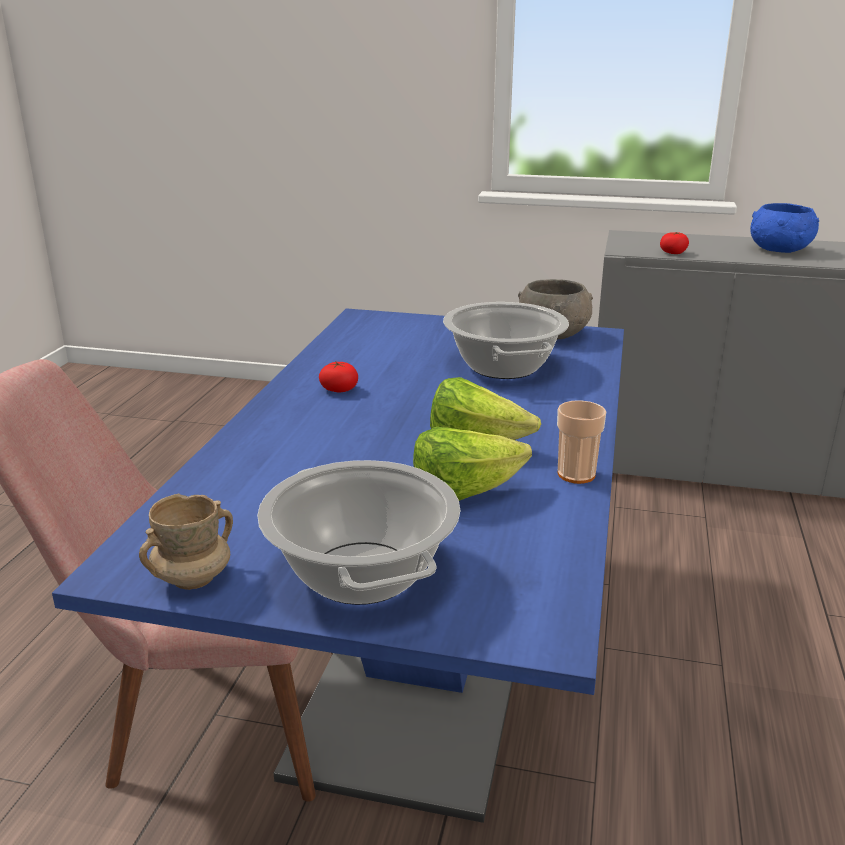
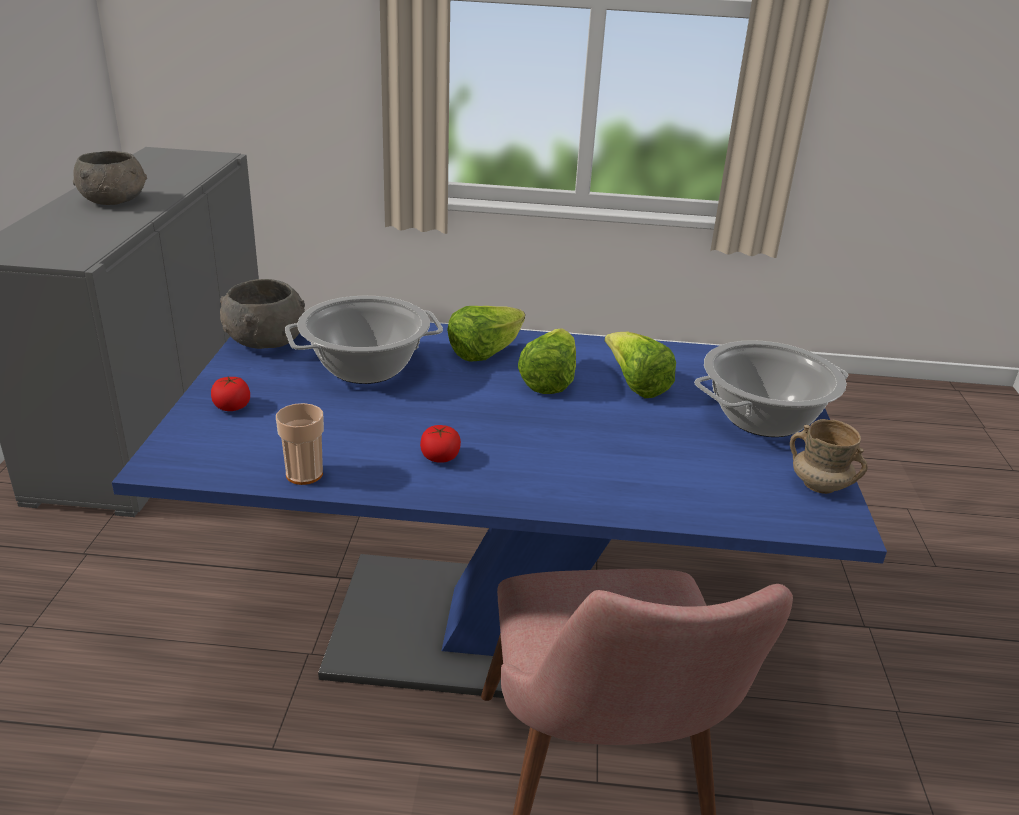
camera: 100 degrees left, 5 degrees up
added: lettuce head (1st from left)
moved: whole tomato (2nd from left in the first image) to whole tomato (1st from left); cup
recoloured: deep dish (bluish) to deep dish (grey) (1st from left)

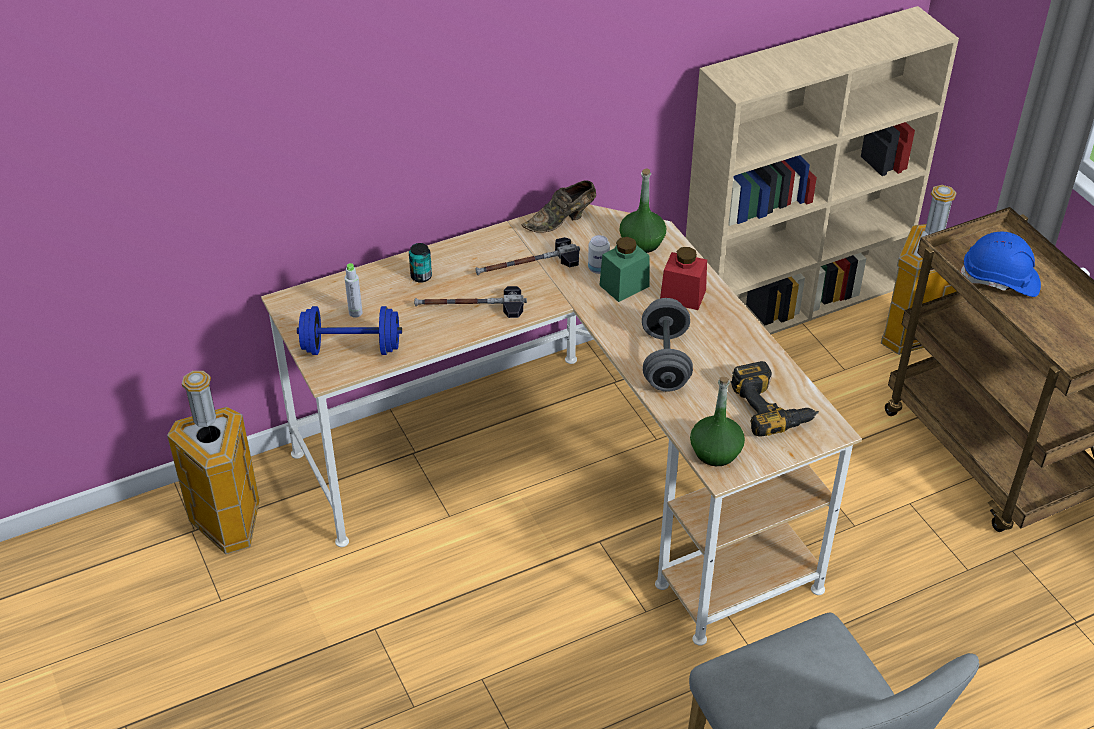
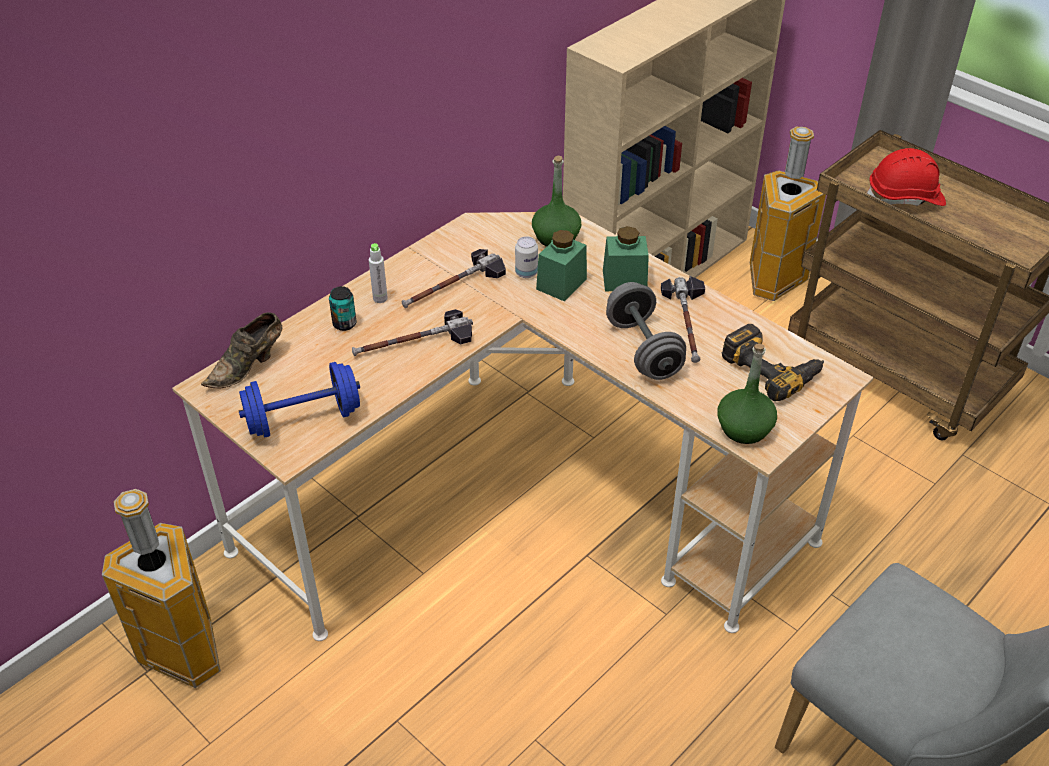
camera: 20 degrees left, 0 degrees up
added: hand hammer (3rd from left)
moved: item of footwear (brownish); drink bottle (grey)
recoloured: safety helmet (bluish) to safety helmet (reddish); storage jar (reddish) to storage jar (greenish) (2nd from left)

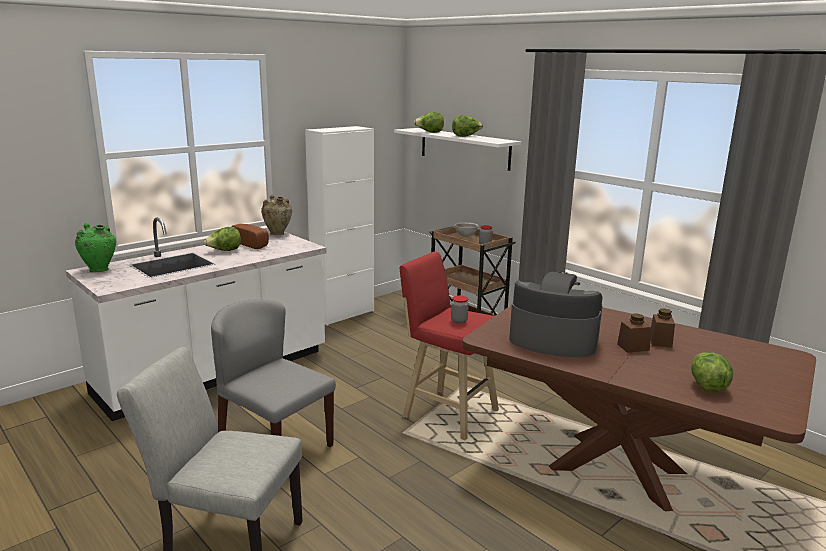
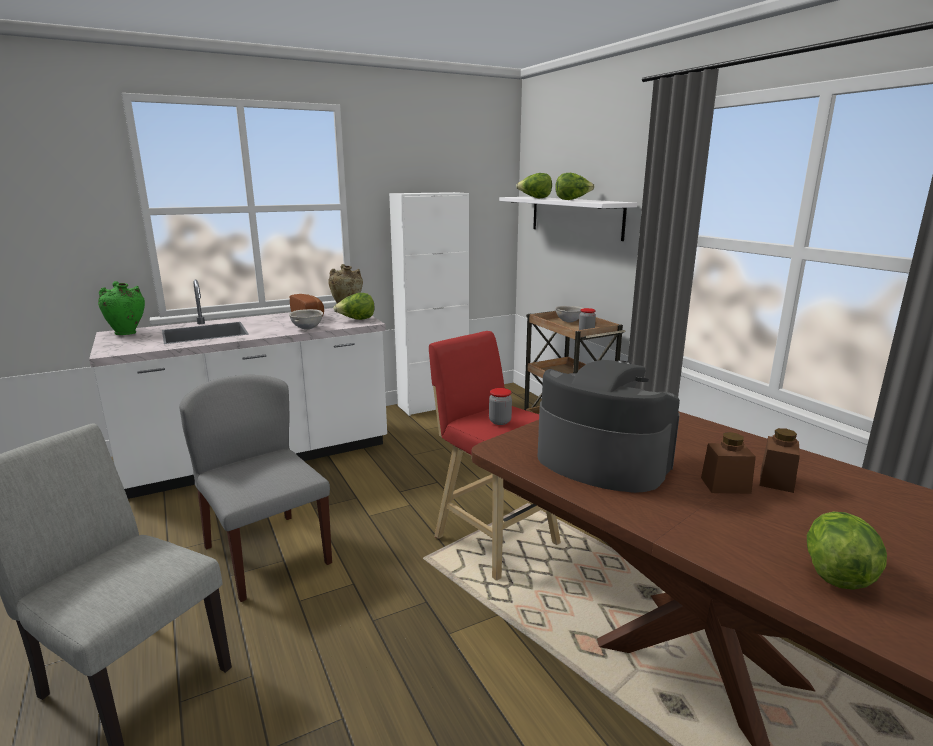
camera: 15 degrees right, 0 degrees up
added: deep dish (grey) (1st from left)
moved: lettuce head (1st from left)

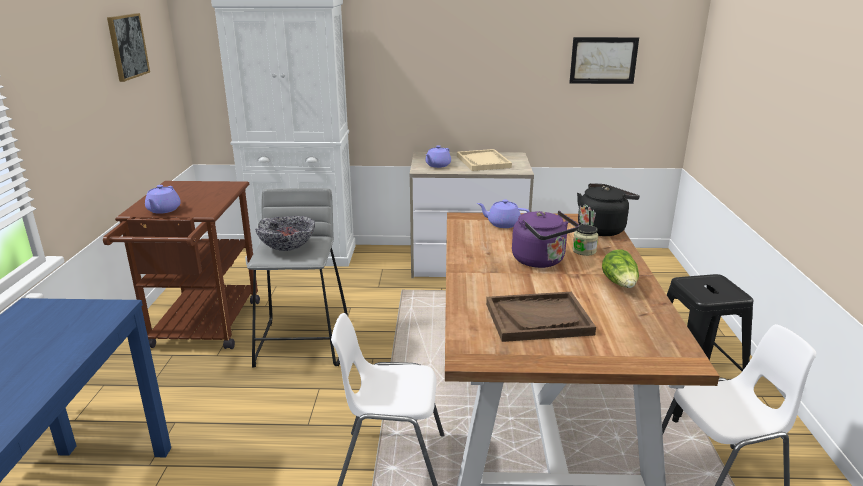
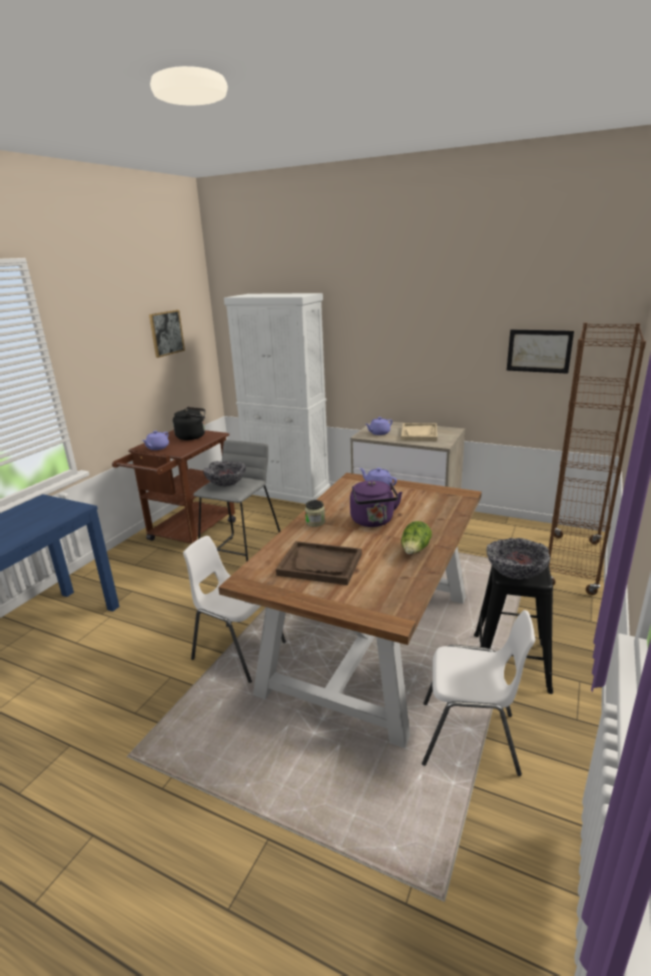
camera: 25 degrees right, 0 degrees up
added: bookcase (brownish); deep dish (2nd from left)
moved: tea kettle (blackish); storage jar

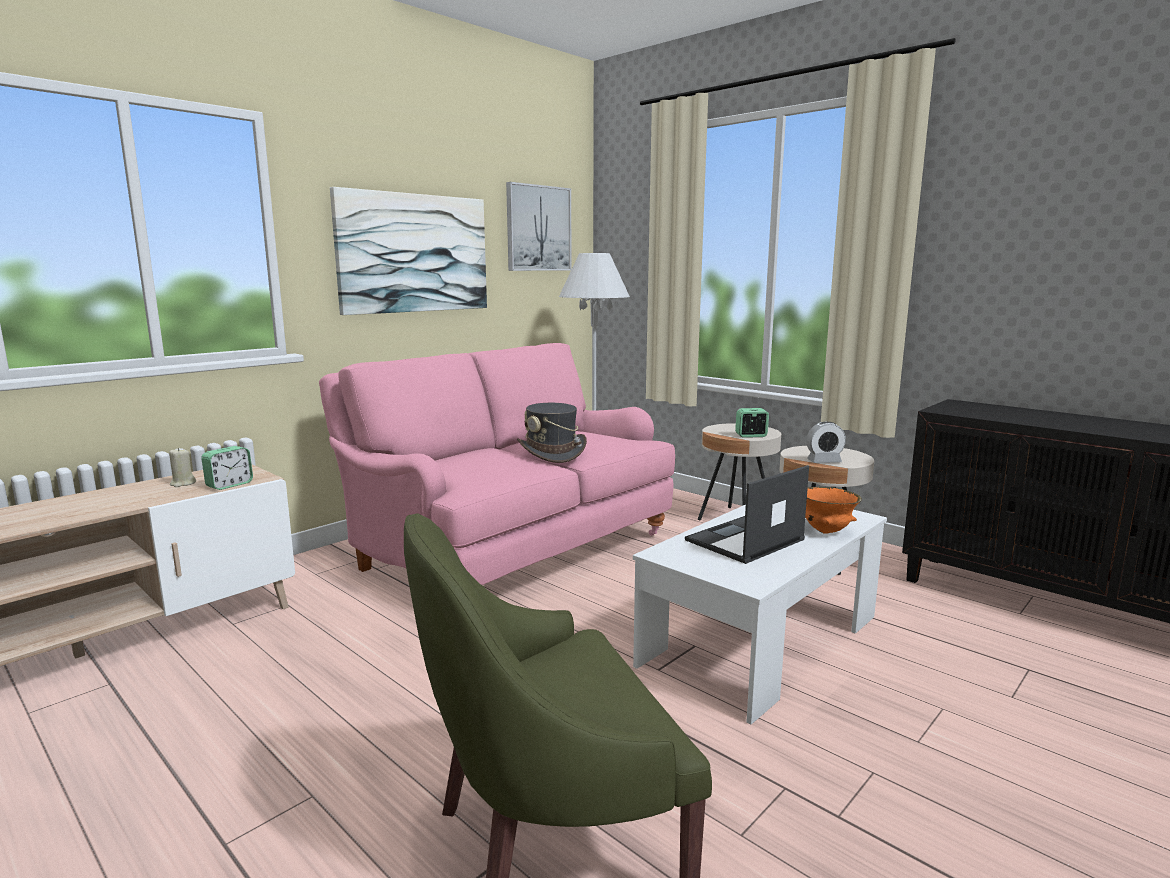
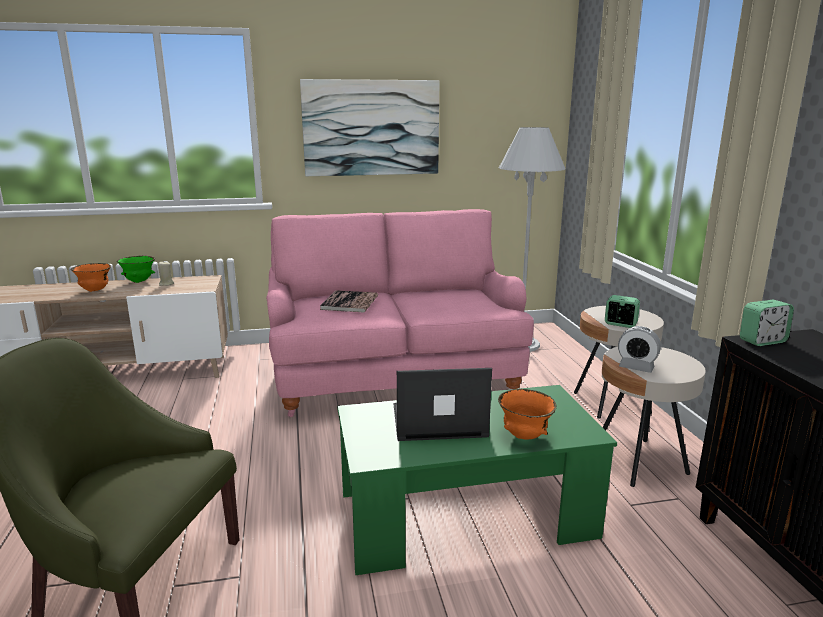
camera: 35 degrees right, 5 degrees up
removed: wall art (2nd from left); wearable hat (grey)
added: deep dish (greenish); deep dish (orange-coloured) (1st from left); bound book
moved: alarm clock (1st from left in the first image) to alarm clock (3rd from left)
recoloured: lounge table (whitish) to lounge table (greenish)

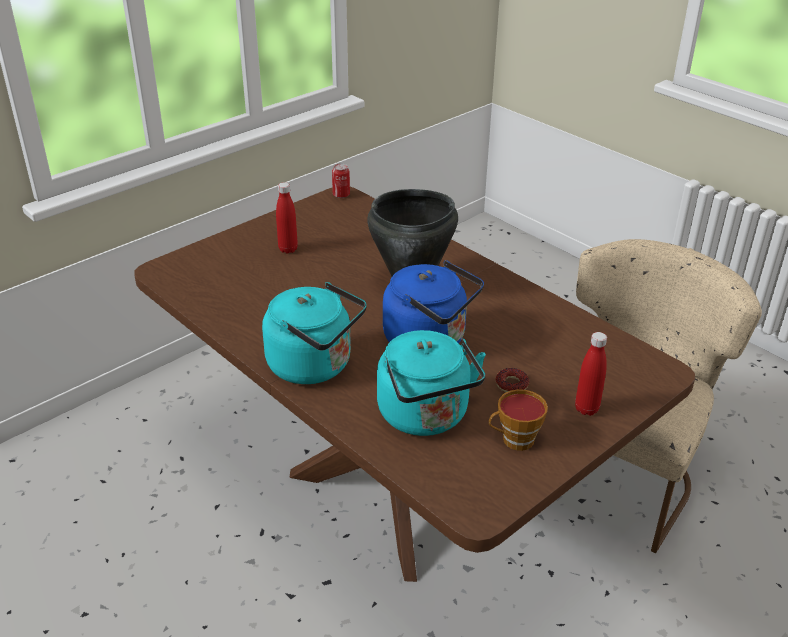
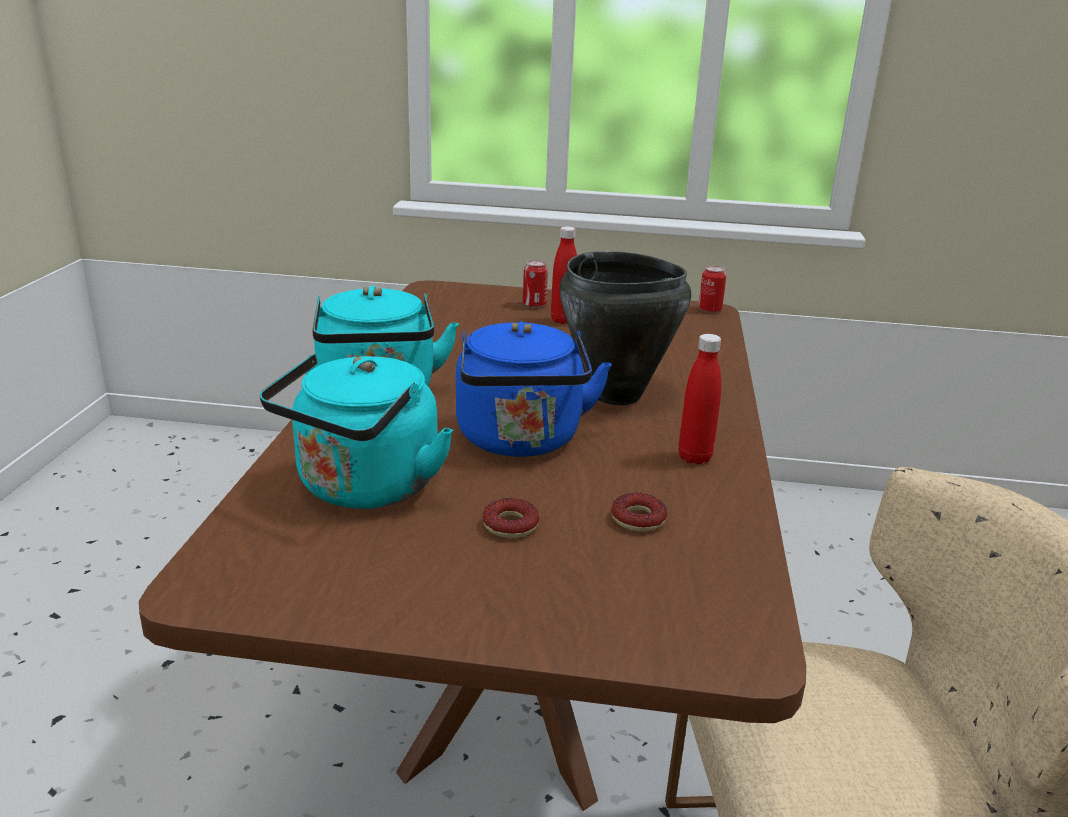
camera: 50 degrees right, 10 degrees down
removed: cup
added: can (1st from left); ring doughnut (2nd from left)
moved: drink bottle (reddish) (2nd from left)

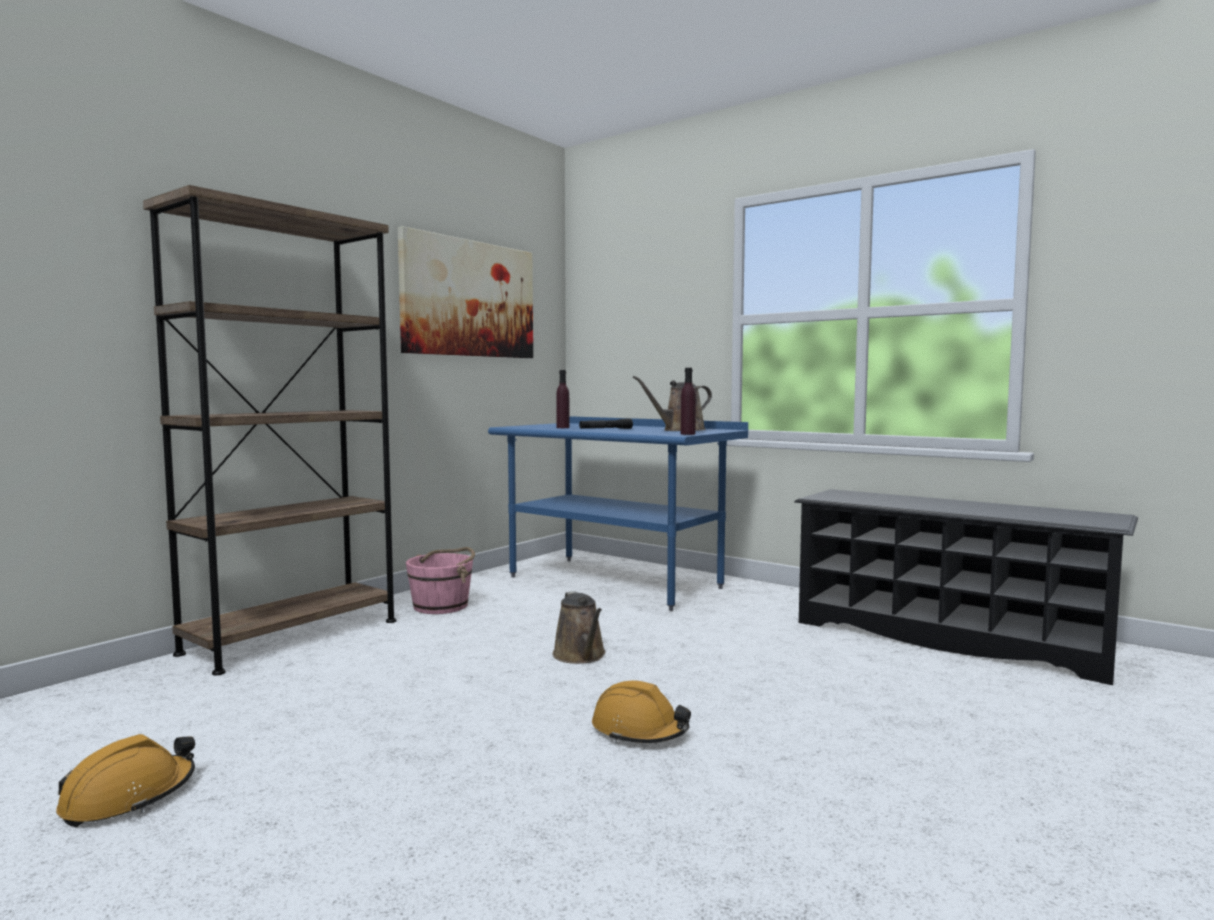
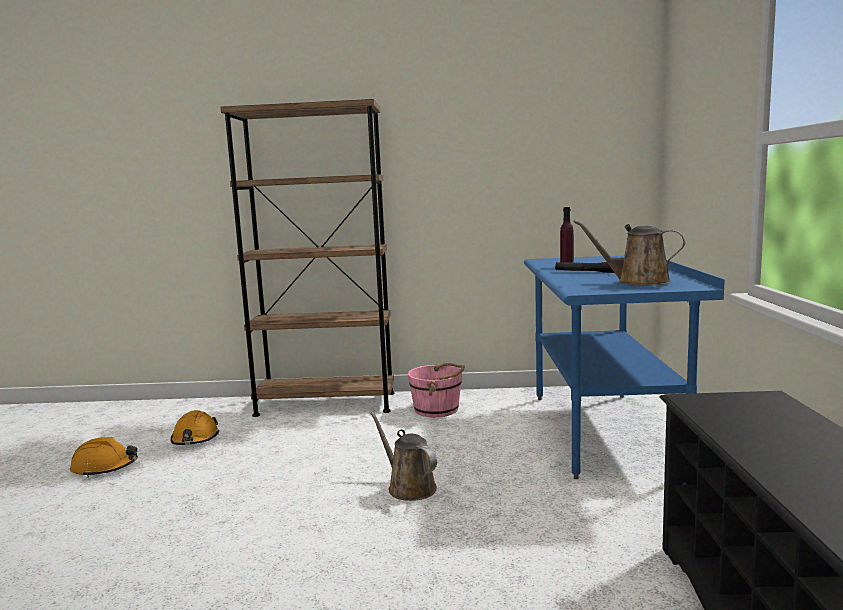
camera: 55 degrees right, 5 degrees up
removed: wall art; drink bottle (purple) (2nd from left)
moved: safety helmet (orange-coloured) (2nd from left)
turned: watering pot (brownish) (1st from left) 105 degrees clockwise

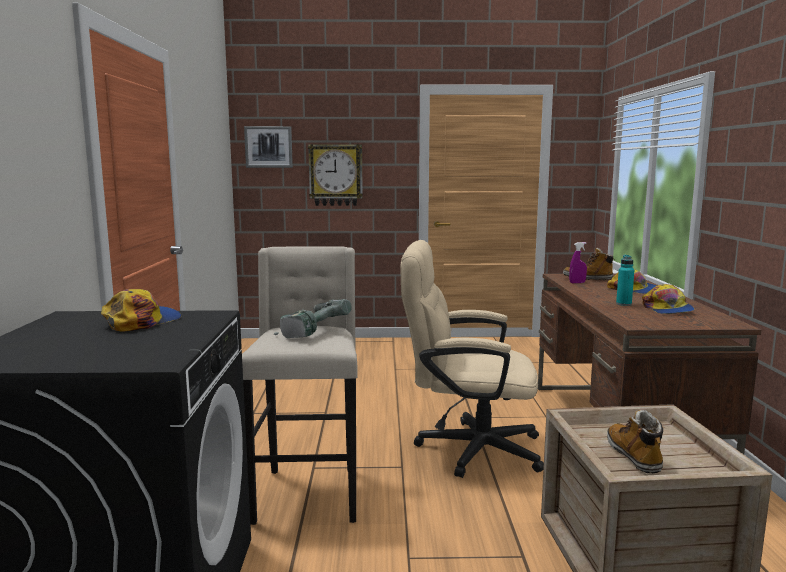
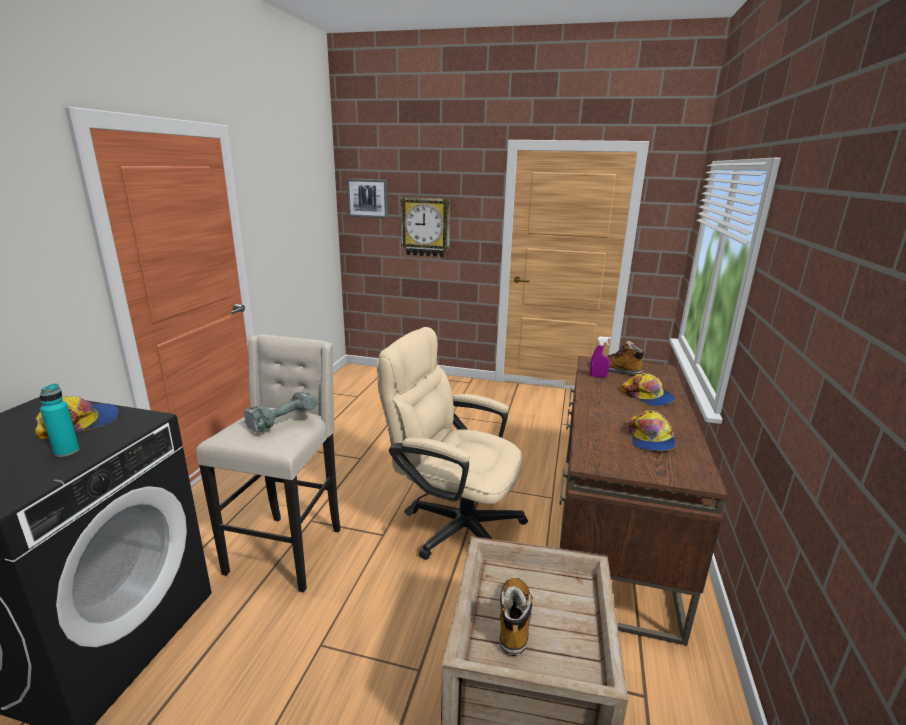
camera: 15 degrees right, 10 degrees up
moved: drink bottle (turquoise)

